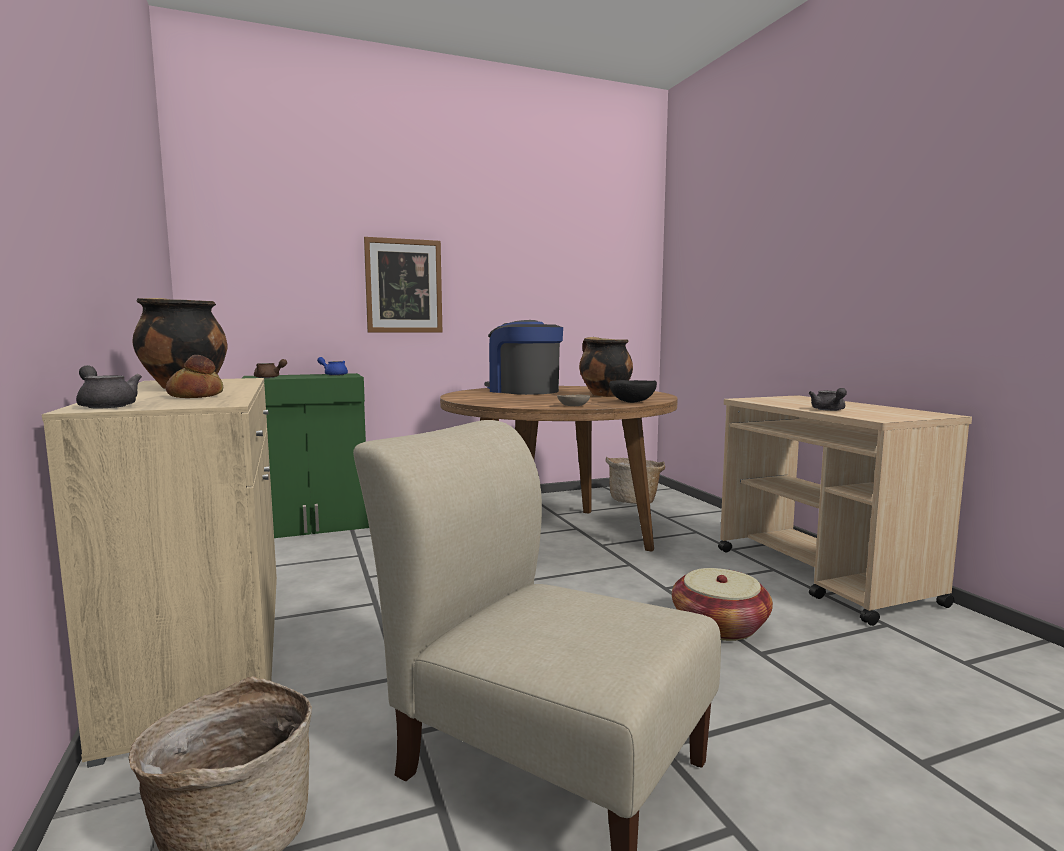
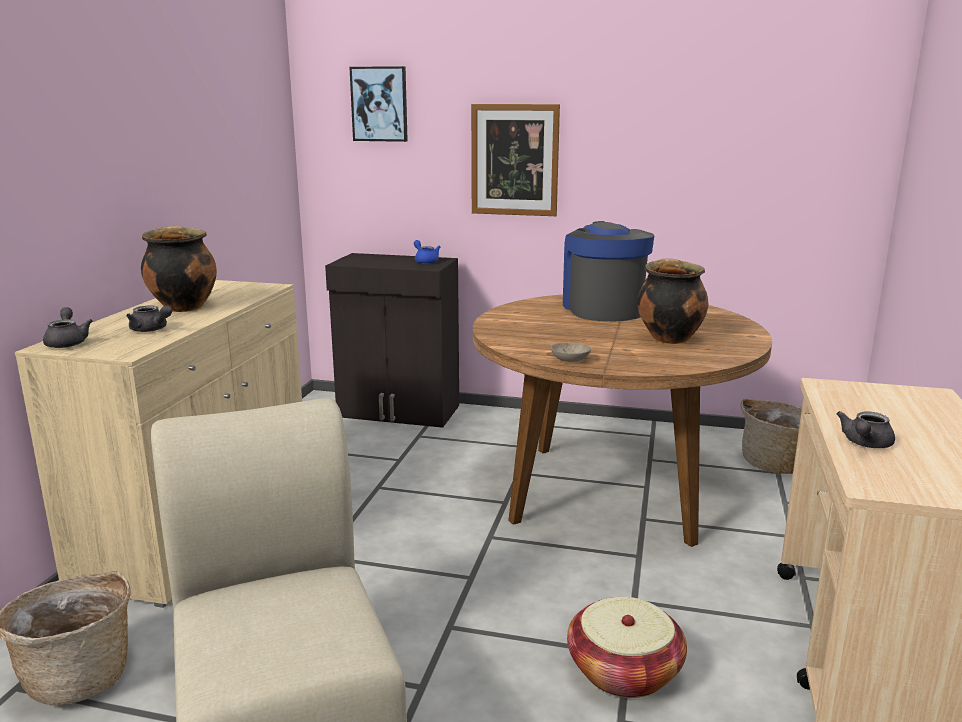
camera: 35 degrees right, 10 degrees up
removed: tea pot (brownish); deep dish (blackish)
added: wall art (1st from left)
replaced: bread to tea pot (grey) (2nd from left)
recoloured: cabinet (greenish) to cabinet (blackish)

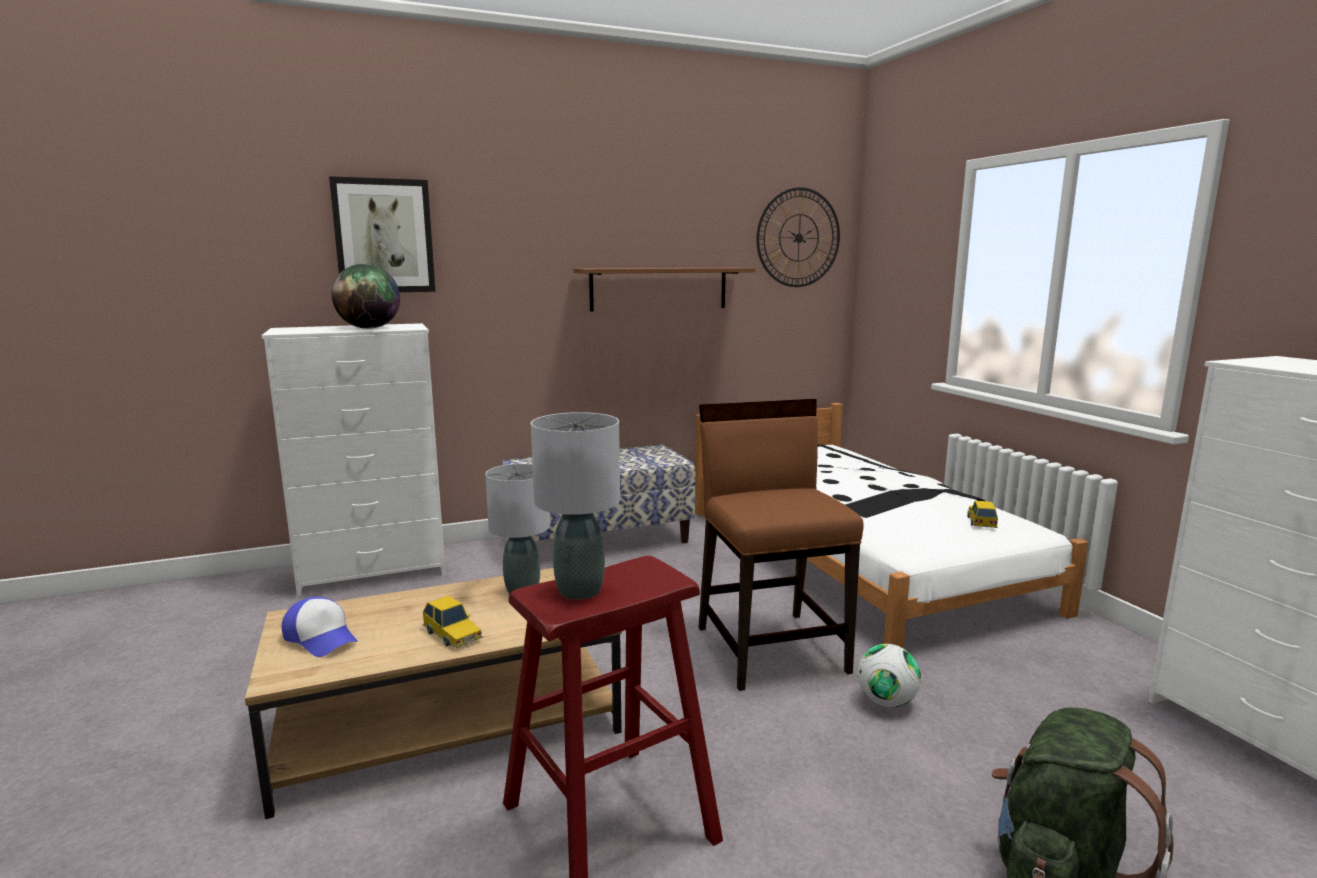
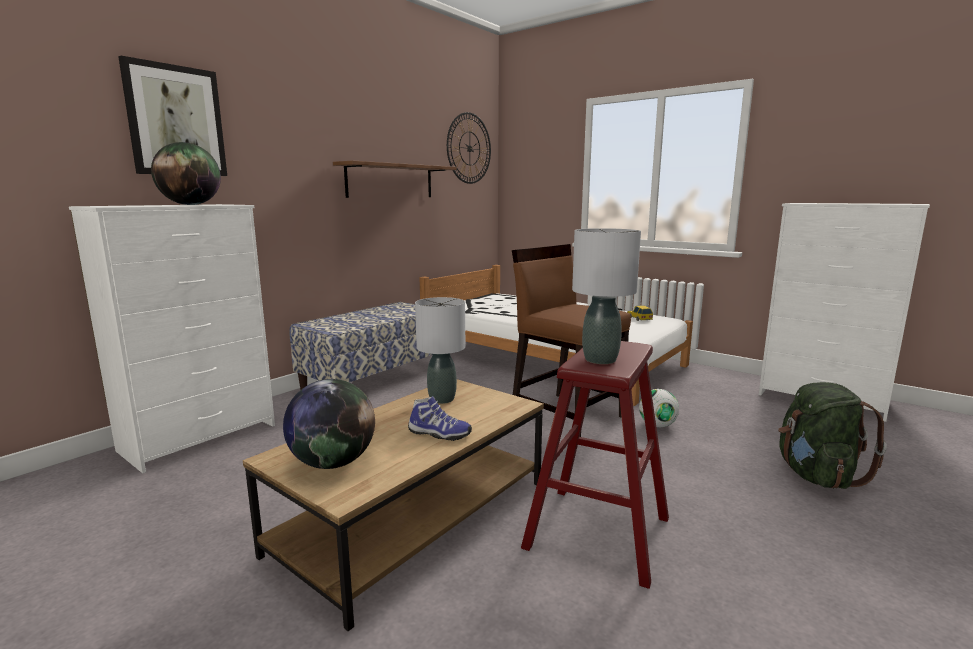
camera: 30 degrees left, 0 degrees up
replaced: model car (1st from left) to item of footwear; peaked cap to desk globe (2nd from left)

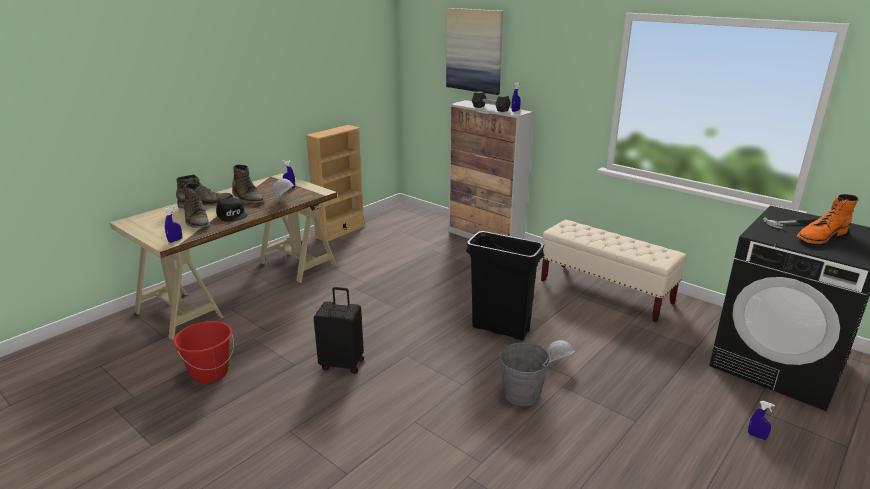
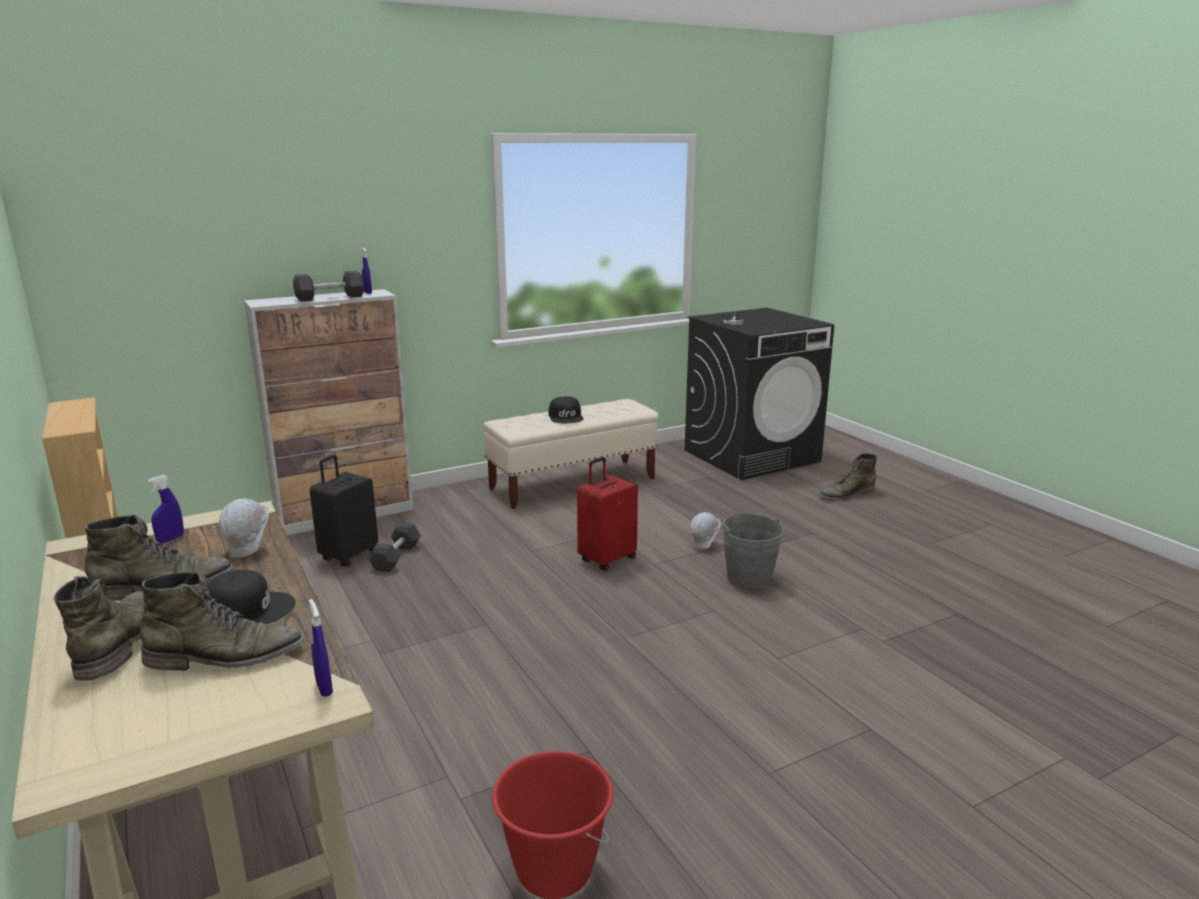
camera: 70 degrees left, 5 degrees down
removed: wall art; tall boot (orange-coloured)
added: peaked cap (blackish) (2nd from left); dumbbell (blackish) (2nd from left)
moved: suitcase (blackish)
replaced: waste bin (blackish) to suitcase (reddish); spray bottle (bluish) (4th from left) to tall boot (greenish) (4th from left)

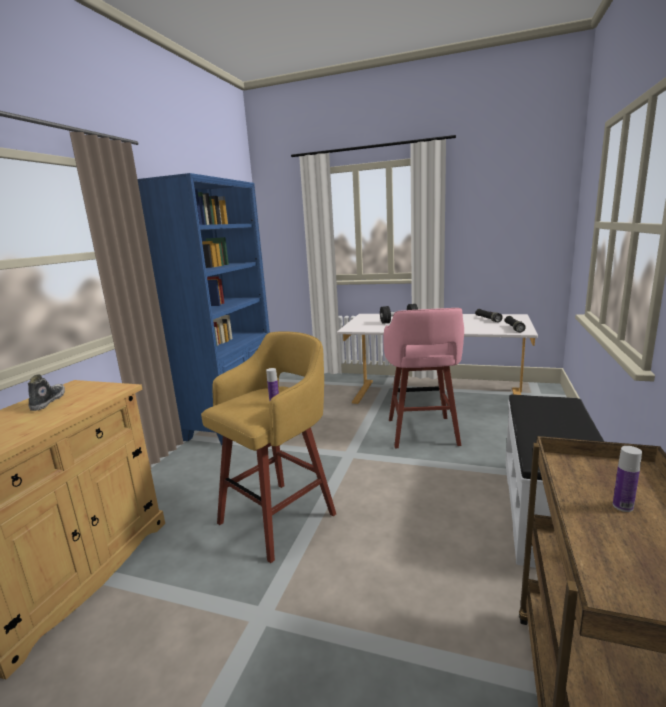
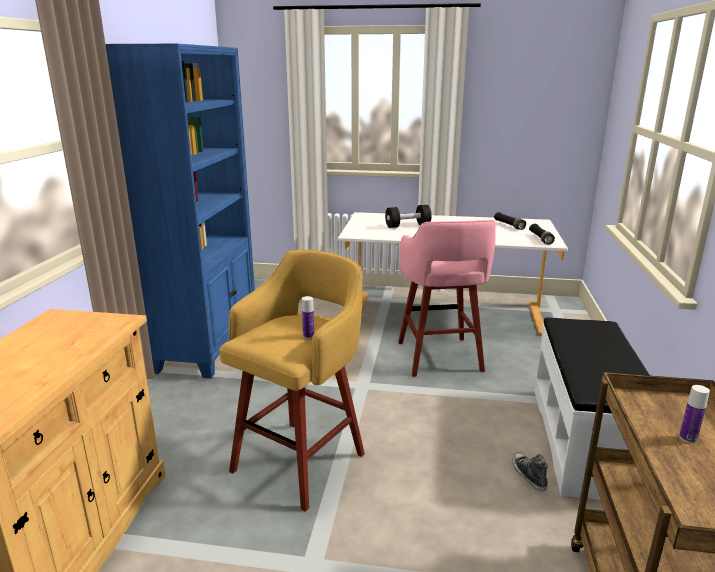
camera: 10 degrees left, 5 degrees up
moved: item of footwear

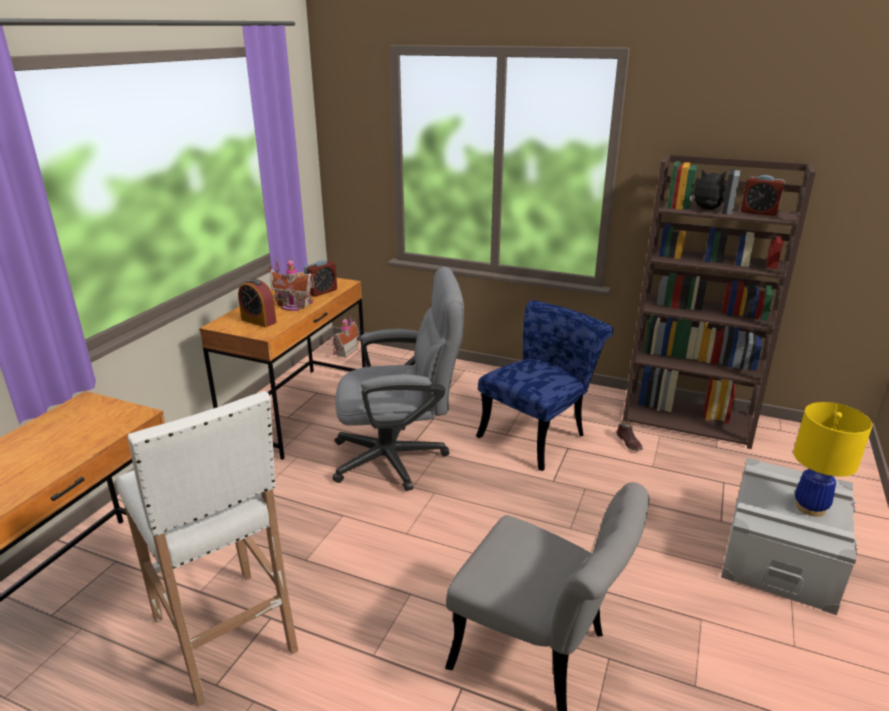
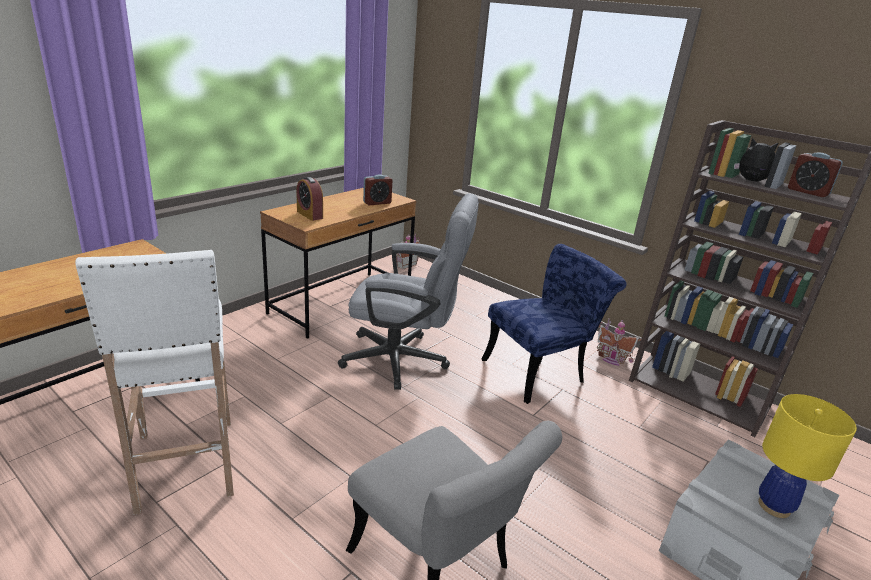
camera: 15 degrees right, 0 degrees up
removed: item of footwear (brownish)
moved: model house (1st from left in the first image) to model house (2nd from left)

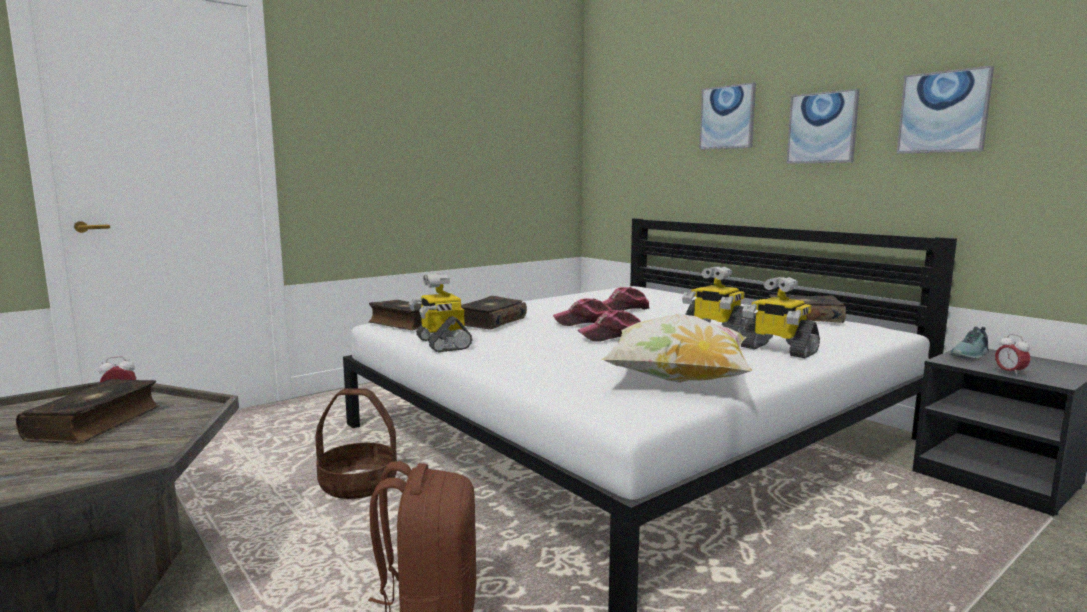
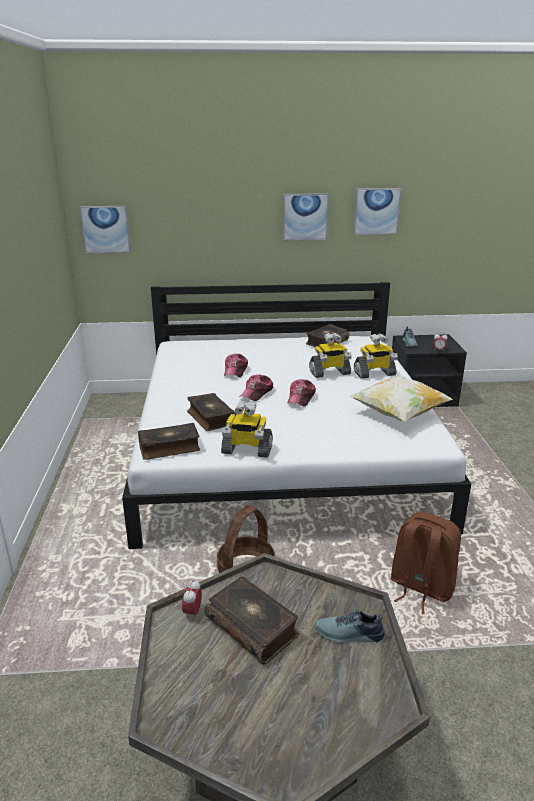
camera: 55 degrees left, 15 degrees up
added: item of footwear (1st from left)
moved: wall art (1st from left)

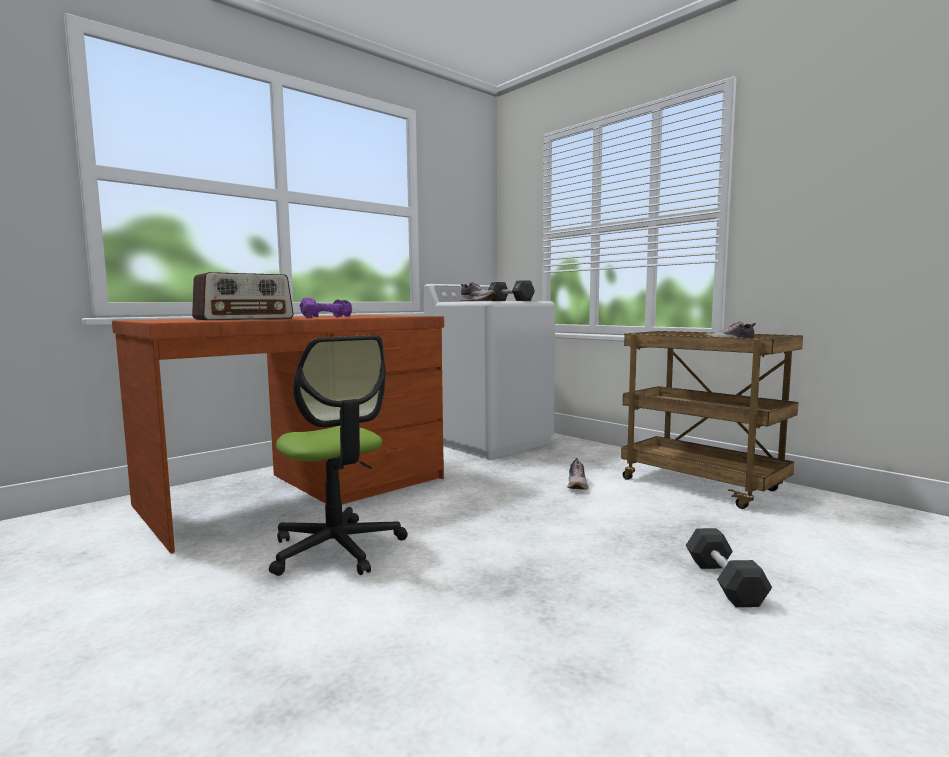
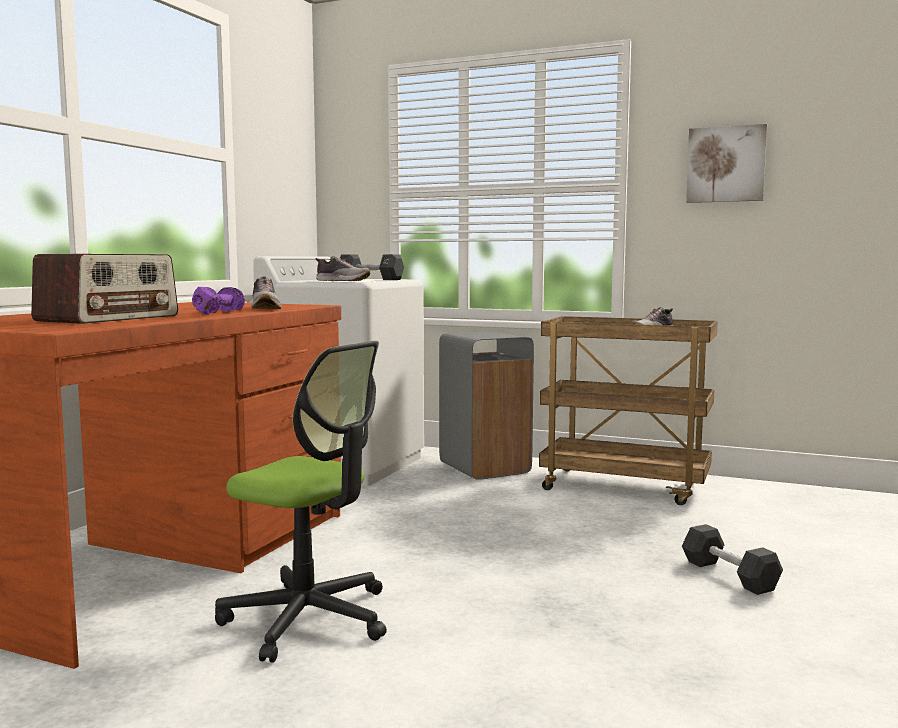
camera: 25 degrees left, 0 degrees up
added: wall art; waste bin (grey)
moved: item of footwear (2nd from left in the first image) to item of footwear (1st from left)

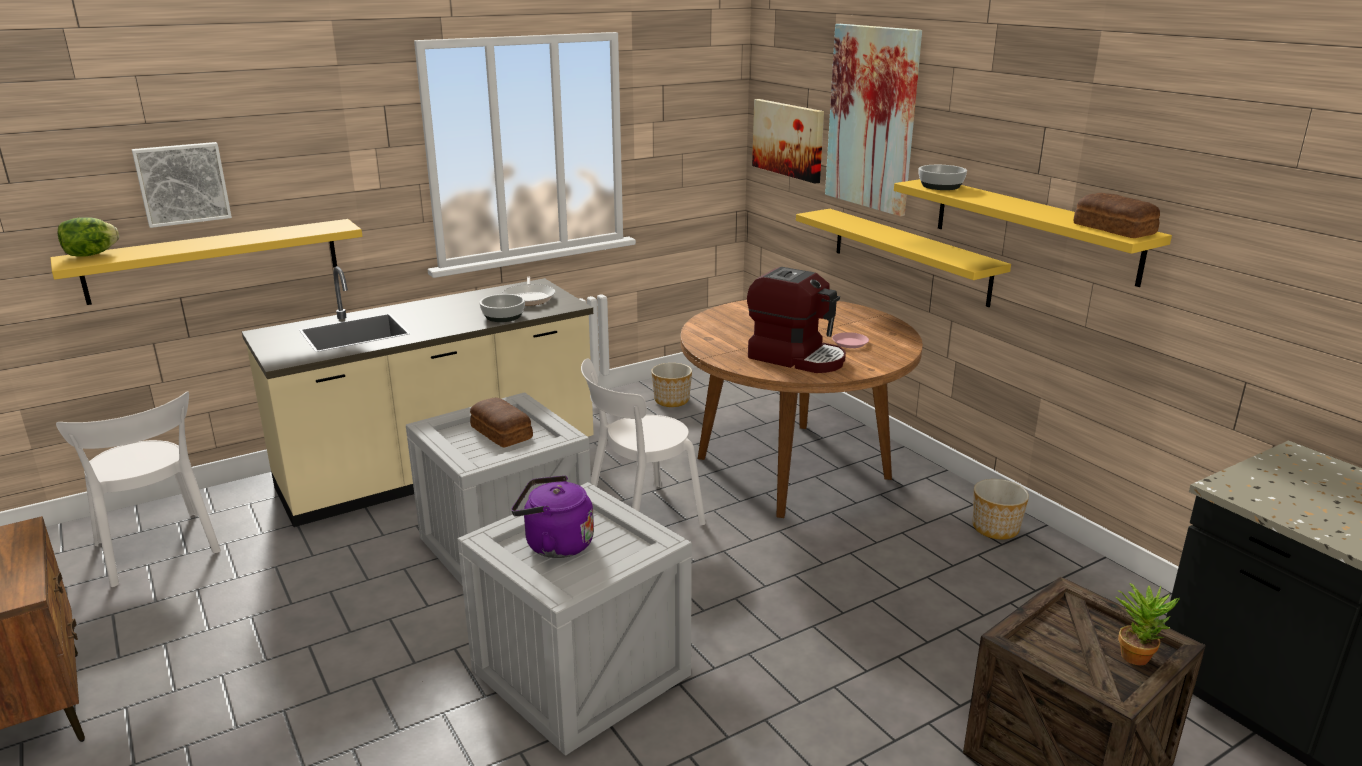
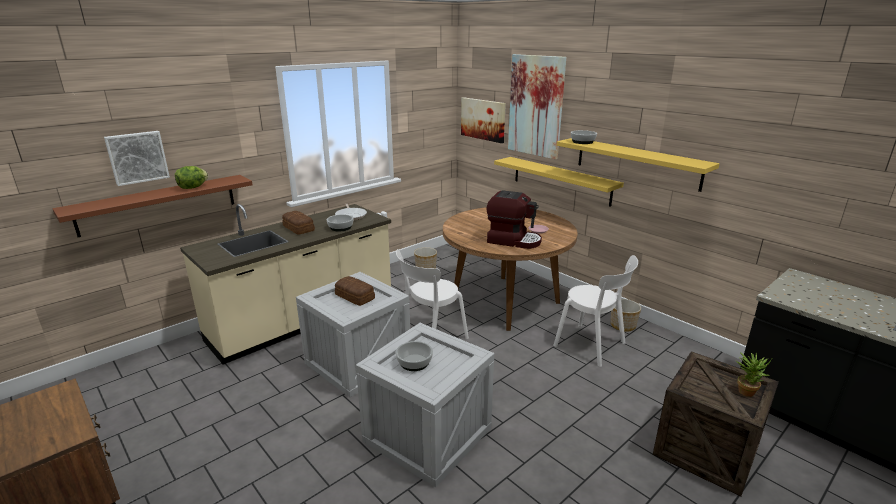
camera: 10 degrees left, 0 degrees up
moved: bread (2nd from left in the first image) to bread (1st from left); lettuce head; chair (whitish) (1st from left in the first image) to chair (whitish) (2nd from left)
replaced: tea kettle (purple) to deep dish (2nd from left)
recoloured: shelf (yellow-coloured) (1st from left) to shelf (brownish)

